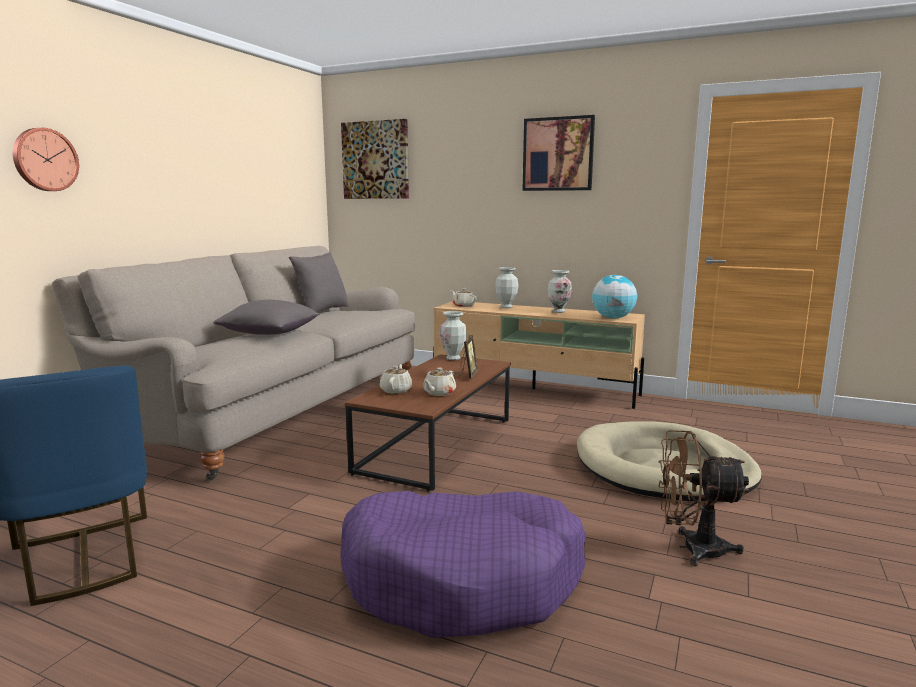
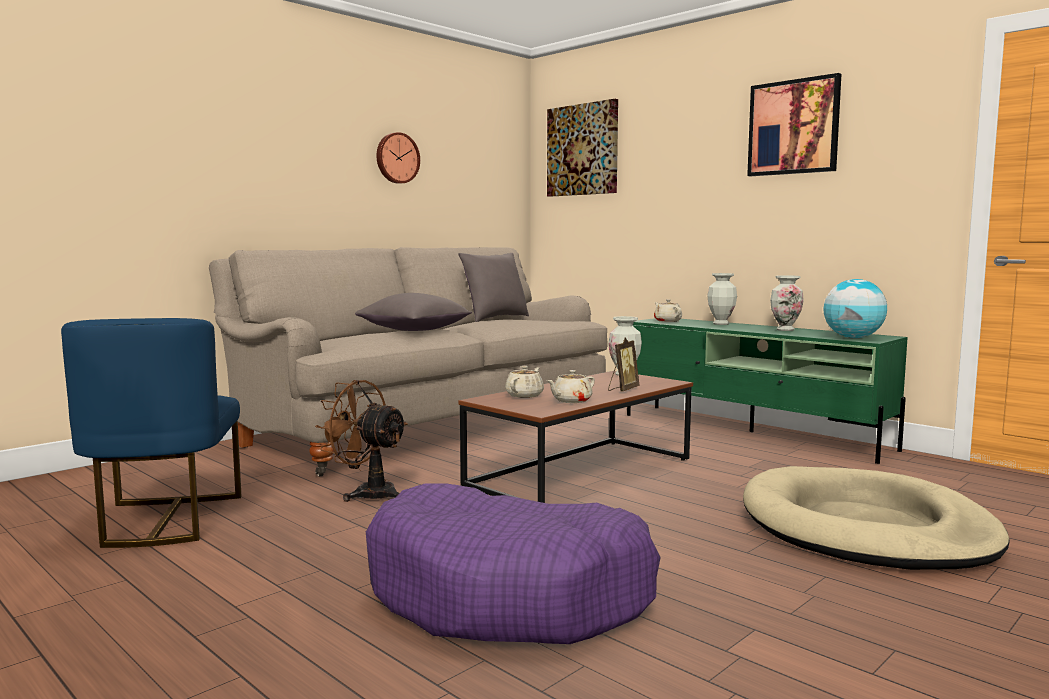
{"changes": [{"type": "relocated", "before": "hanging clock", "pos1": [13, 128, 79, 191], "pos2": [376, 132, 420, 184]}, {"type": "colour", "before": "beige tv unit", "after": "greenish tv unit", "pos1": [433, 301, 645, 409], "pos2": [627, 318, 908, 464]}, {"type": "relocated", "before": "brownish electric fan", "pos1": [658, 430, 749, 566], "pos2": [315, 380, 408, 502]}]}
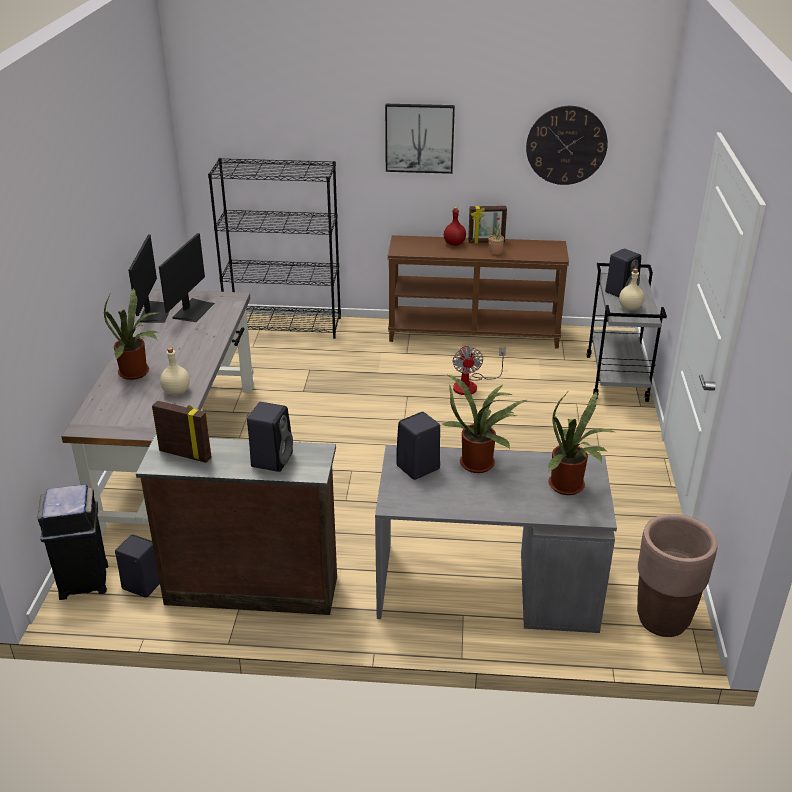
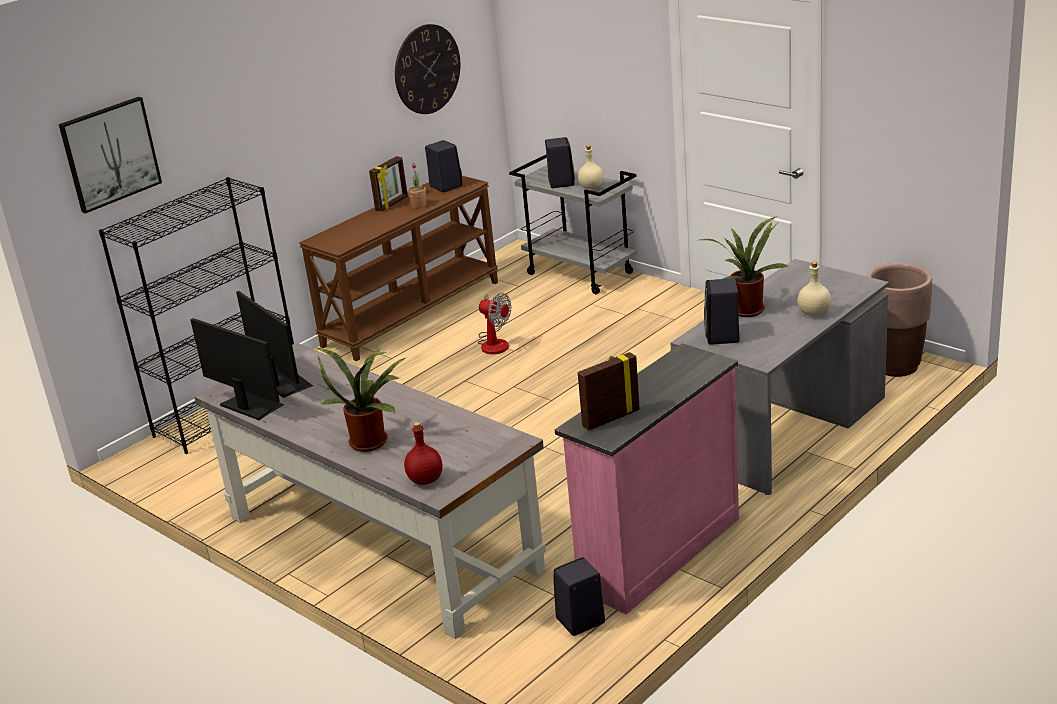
{"changes": [{"type": "missing", "before": "black-coloured trash can", "pos1": [37, 484, 108, 600]}, {"type": "colour", "before": "brownish drawer chest", "after": "pinkish drawer chest", "pos1": [136, 435, 337, 615], "pos2": [555, 343, 739, 615]}, {"type": "relocated", "before": "beige beverage bottle", "pos1": [160, 347, 190, 395], "pos2": [797, 261, 831, 317]}, {"type": "relocated", "before": "black-coloured loudspeaker", "pos1": [247, 402, 293, 472], "pos2": [425, 140, 463, 192]}, {"type": "relocated", "before": "wall picture", "pos1": [385, 104, 455, 174], "pos2": [59, 97, 162, 214]}, {"type": "relocated", "before": "reddish beverage bottle", "pos1": [444, 207, 466, 246], "pos2": [404, 422, 442, 485]}, {"type": "missing", "before": "plant in a pot", "pos1": [548, 392, 617, 495]}]}
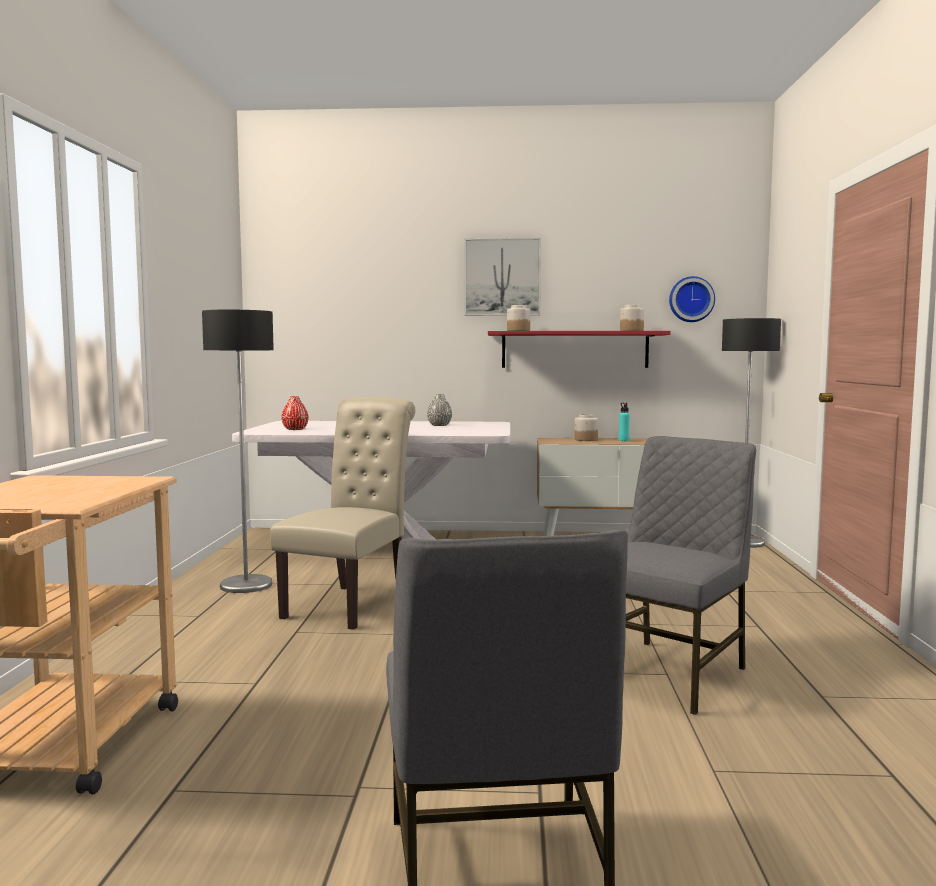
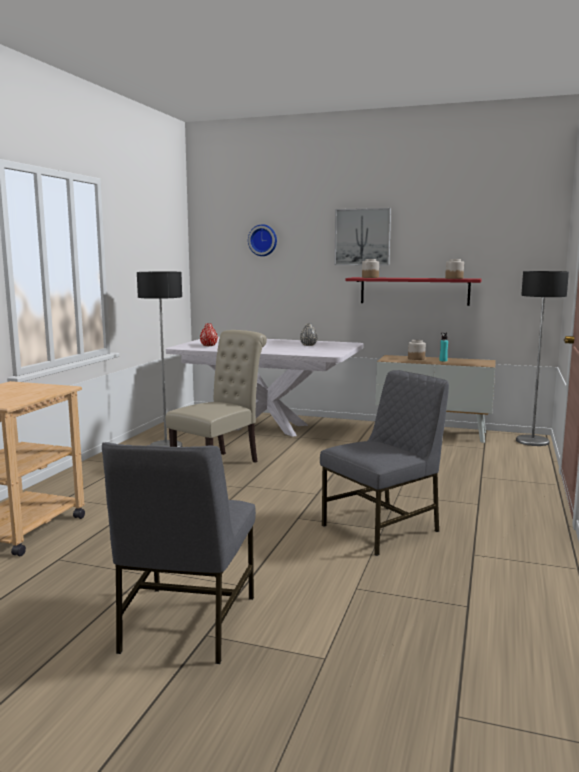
{"changes": [{"type": "relocated", "before": "hanging clock", "pos1": [669, 276, 715, 322], "pos2": [248, 224, 277, 256]}]}
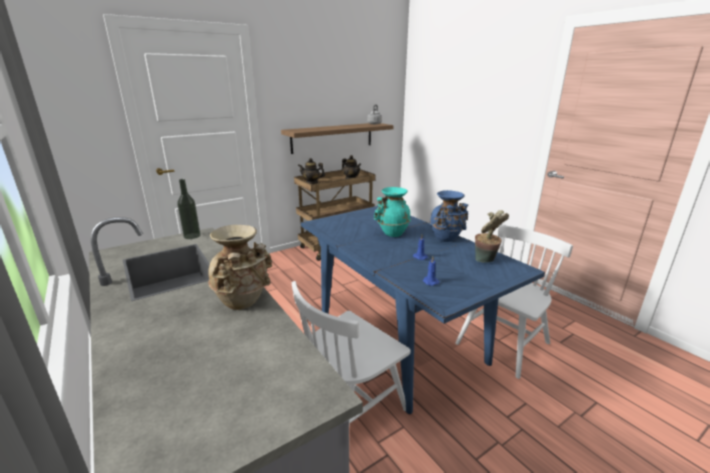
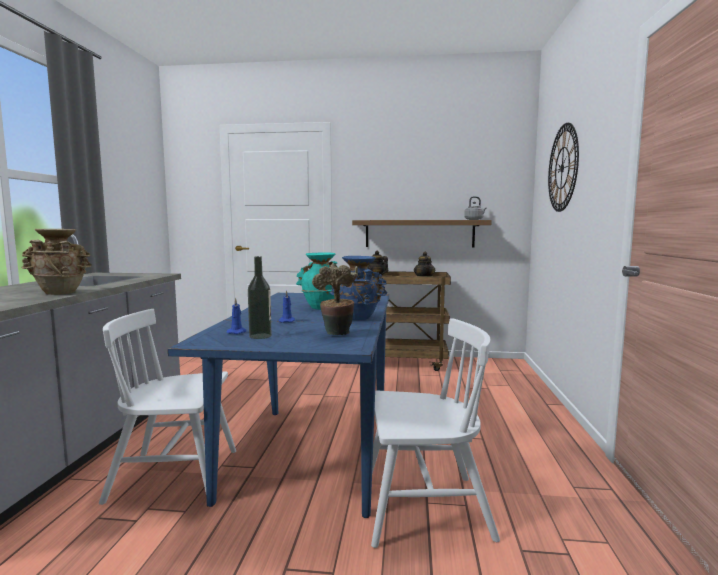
{"changes": [{"type": "relocated", "before": "beverage bottle", "pos1": [177, 179, 201, 239], "pos2": [248, 256, 272, 339]}, {"type": "appeared", "after": "hanging clock", "pos2": [548, 123, 579, 212]}]}
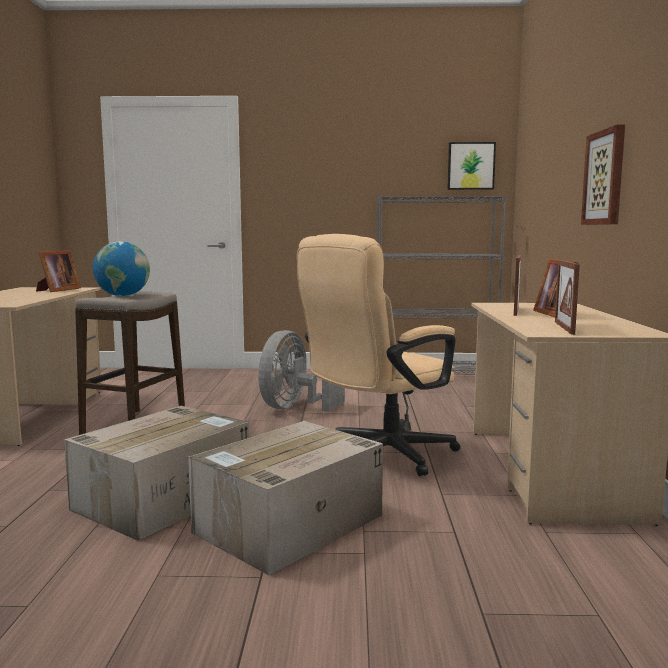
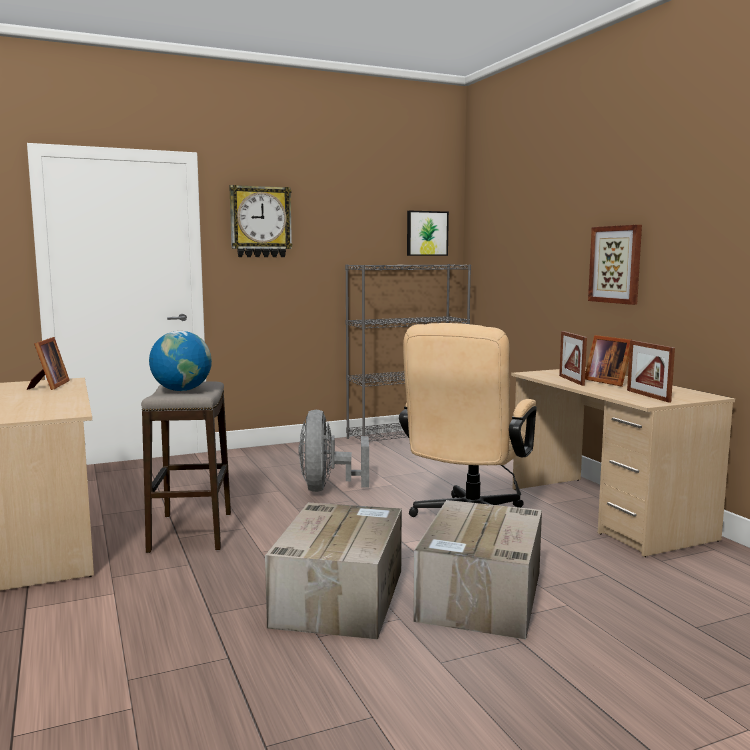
{"changes": [{"type": "appeared", "after": "hanging clock", "pos2": [229, 185, 293, 257]}]}
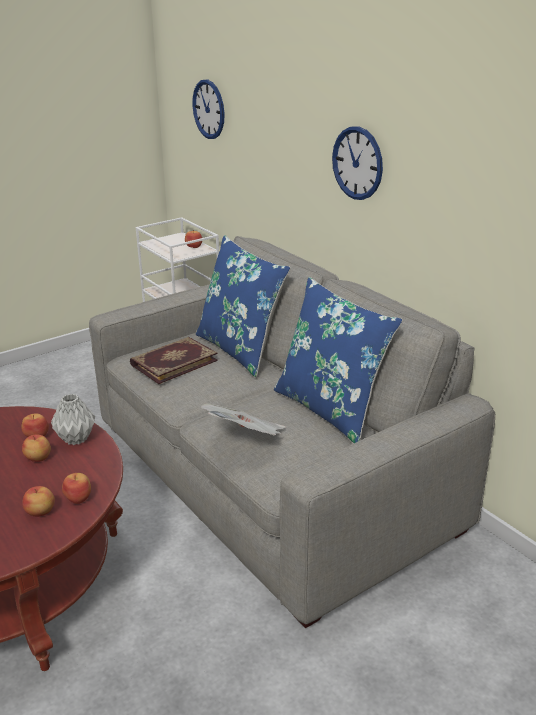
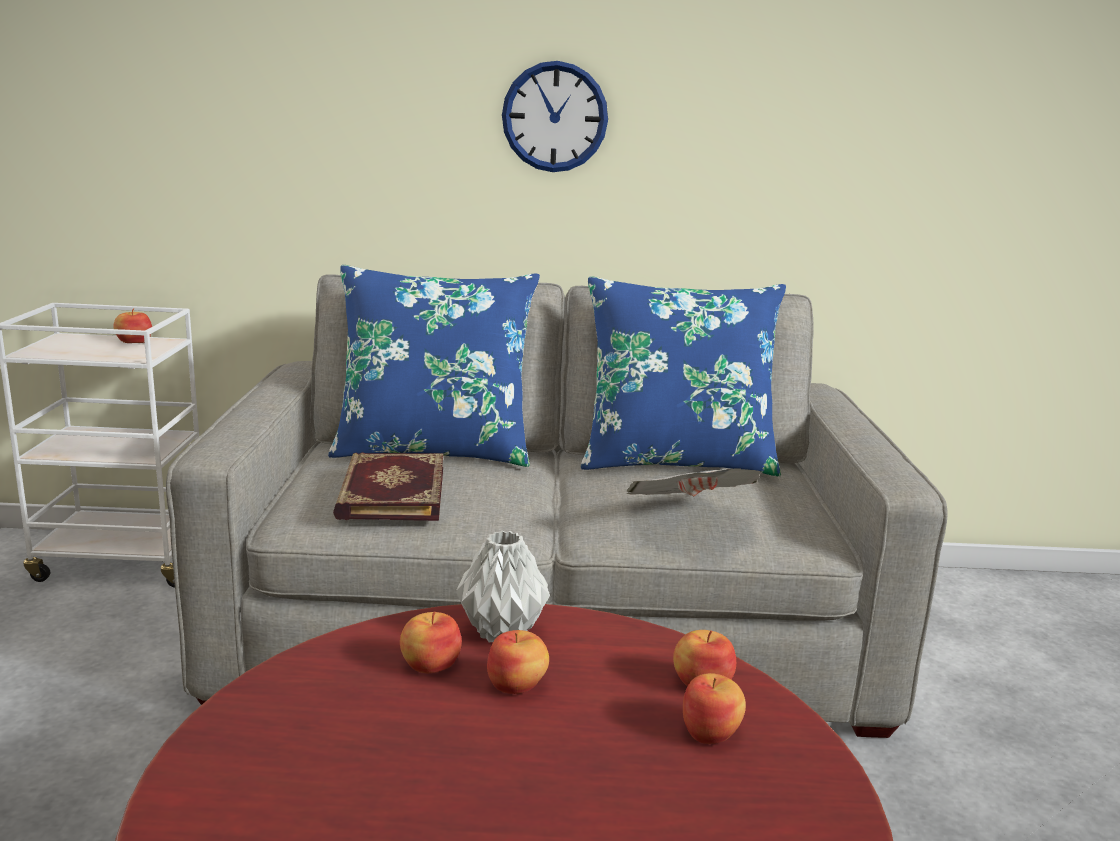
{"changes": [{"type": "missing", "before": "hanging clock", "pos1": [192, 79, 225, 139]}]}
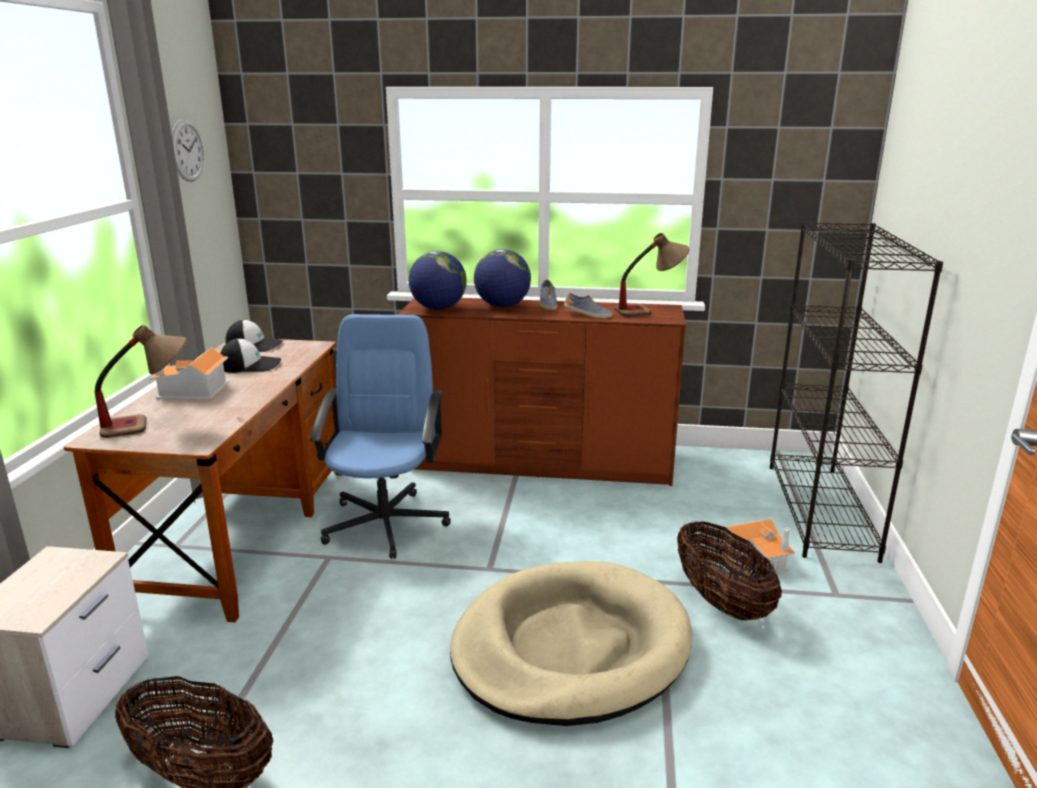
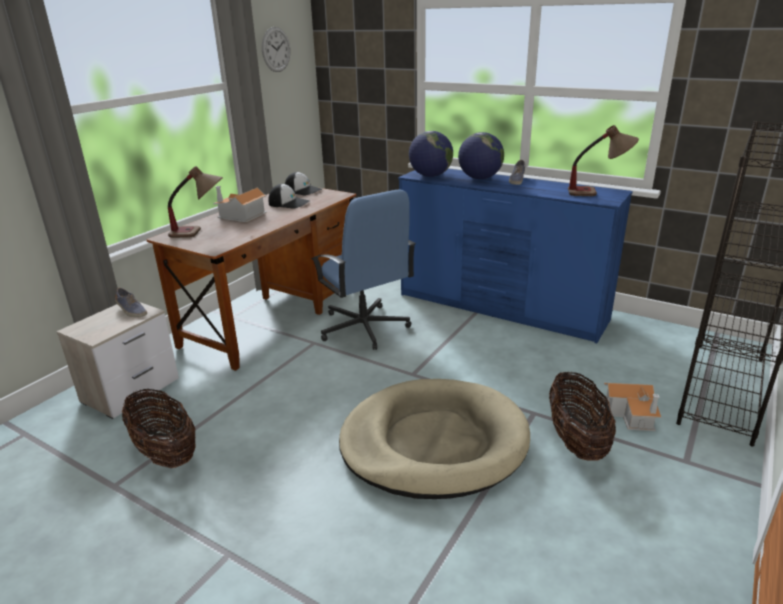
{"changes": [{"type": "spun", "before": "blue desk chair", "pos1": [310, 314, 451, 559], "pos2": [311, 189, 416, 350], "turn": 120}, {"type": "colour", "before": "brownish drawer chest", "after": "blue drawer chest", "pos1": [398, 298, 686, 486], "pos2": [398, 169, 633, 343]}, {"type": "relocated", "before": "item of footwear", "pos1": [564, 293, 613, 318], "pos2": [115, 288, 147, 318]}]}
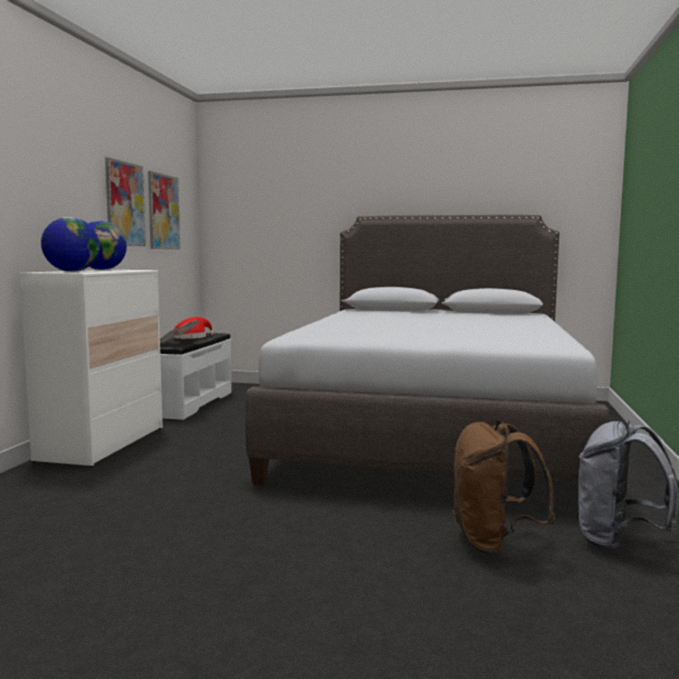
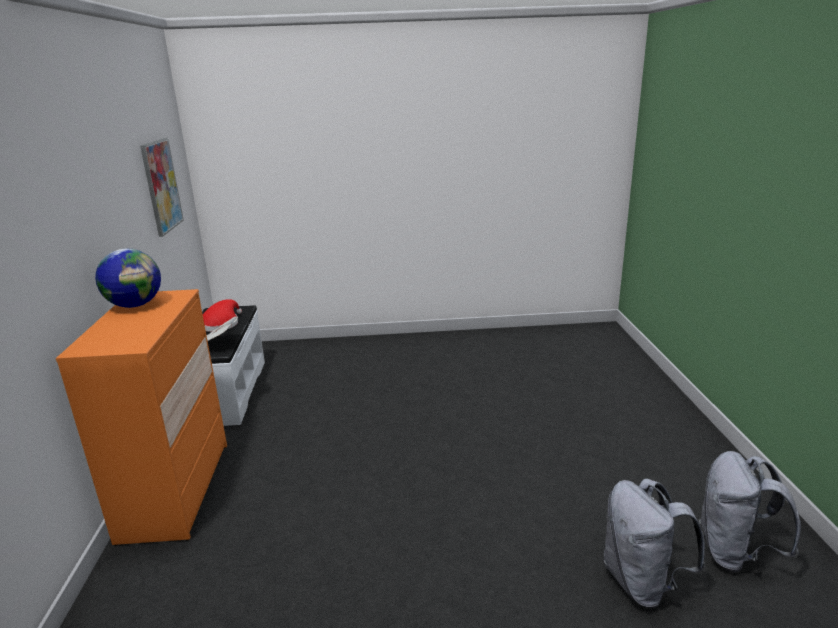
{"changes": [{"type": "colour", "before": "whitish drawer chest", "after": "orangey drawer chest", "pos1": [19, 270, 163, 467], "pos2": [56, 289, 227, 546]}, {"type": "missing", "before": "world globe", "pos1": [41, 217, 100, 272]}, {"type": "missing", "before": "wall picture", "pos1": [105, 157, 146, 246]}, {"type": "missing", "before": "greyish bed", "pos1": [245, 215, 610, 485]}, {"type": "colour", "before": "brownish backpack", "after": "greyish backpack", "pos1": [452, 420, 555, 556], "pos2": [603, 478, 705, 608]}]}
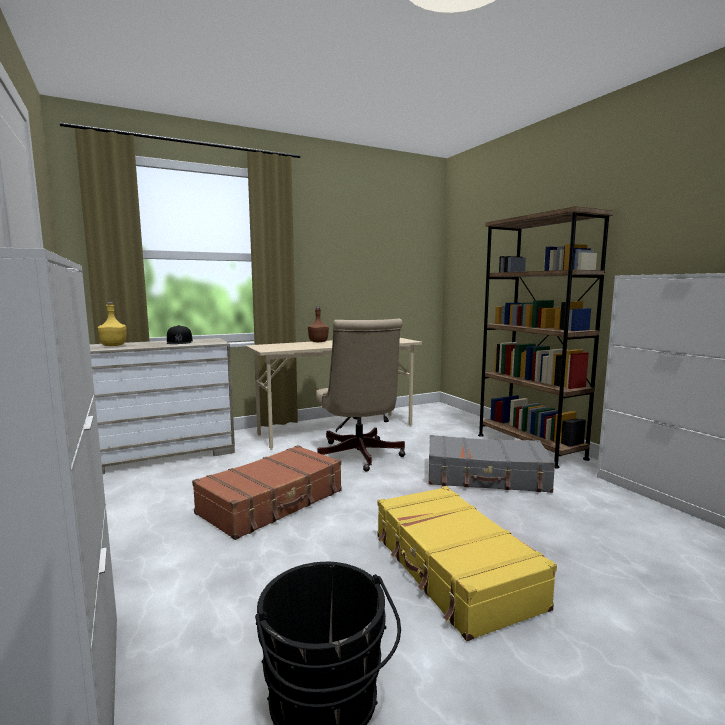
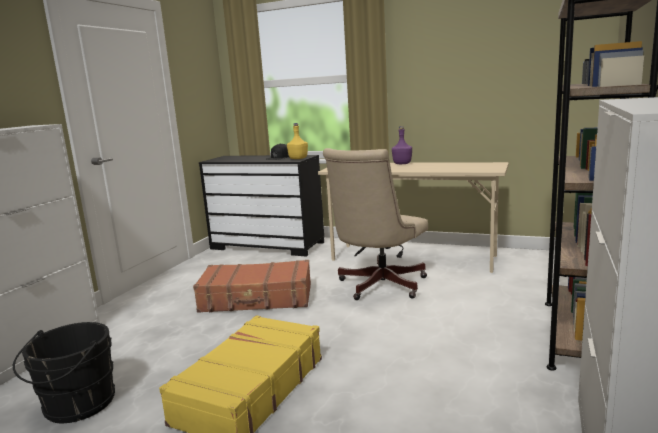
{"changes": [{"type": "colour", "before": "beige drawer chest", "after": "black-coloured drawer chest", "pos1": [90, 338, 235, 474], "pos2": [199, 155, 324, 257]}, {"type": "relocated", "before": "yellowish beverage bottle", "pos1": [98, 301, 127, 346], "pos2": [287, 123, 308, 159]}, {"type": "colour", "before": "brownish beverage bottle", "after": "purple beverage bottle", "pos1": [308, 306, 329, 342], "pos2": [392, 126, 412, 164]}, {"type": "missing", "before": "greyish piece of luggage", "pos1": [428, 435, 555, 493]}]}
